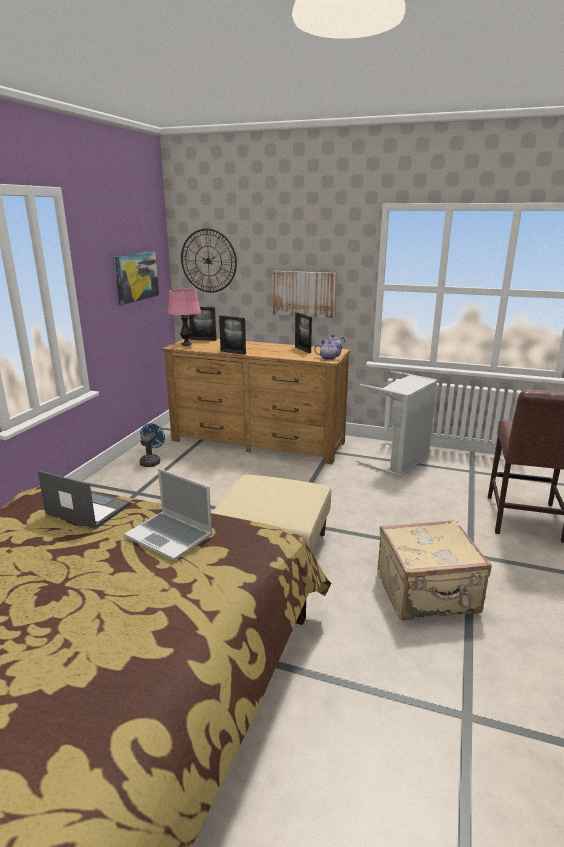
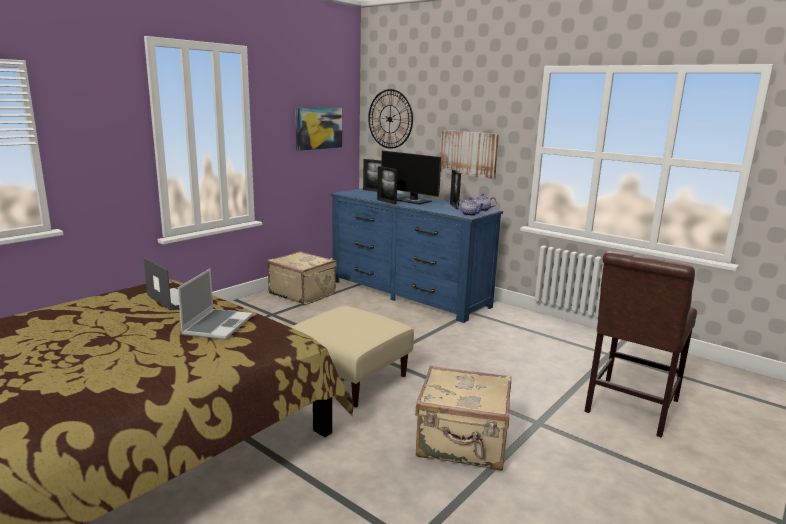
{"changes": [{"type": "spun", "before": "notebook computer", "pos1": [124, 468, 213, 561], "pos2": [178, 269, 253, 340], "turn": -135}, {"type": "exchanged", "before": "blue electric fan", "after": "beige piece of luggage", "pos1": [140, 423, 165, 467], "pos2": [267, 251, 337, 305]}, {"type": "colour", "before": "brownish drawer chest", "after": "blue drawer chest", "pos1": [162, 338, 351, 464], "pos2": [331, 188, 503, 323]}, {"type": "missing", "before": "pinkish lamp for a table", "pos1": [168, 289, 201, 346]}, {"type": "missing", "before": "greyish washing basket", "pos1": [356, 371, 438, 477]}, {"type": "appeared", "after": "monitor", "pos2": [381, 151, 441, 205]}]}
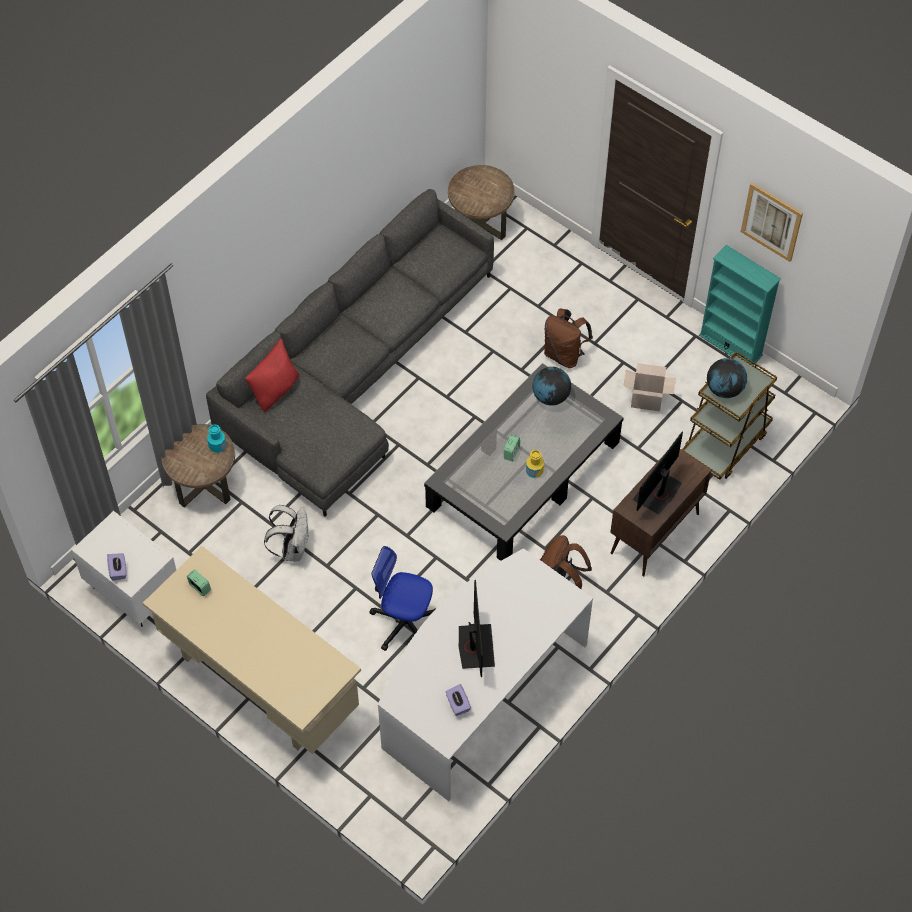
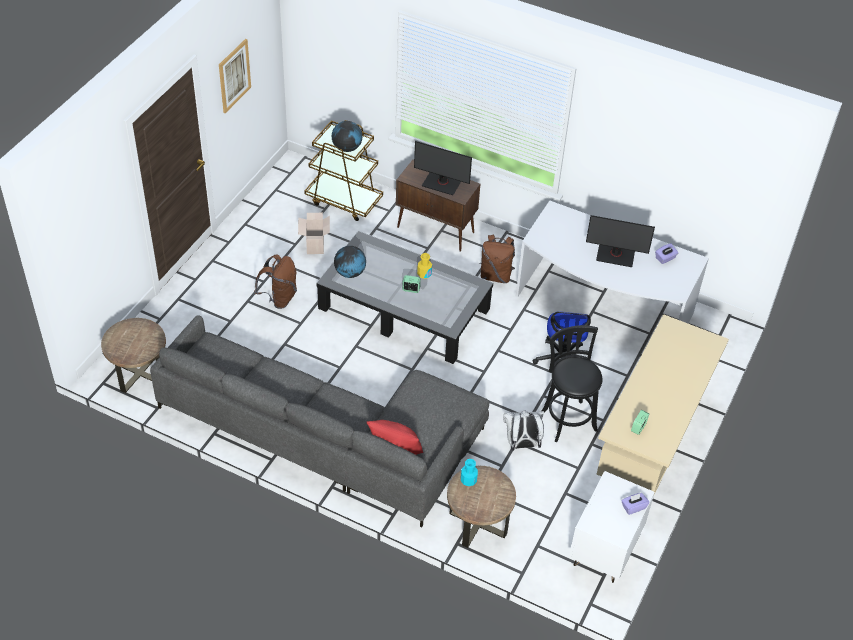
{"changes": [{"type": "spun", "before": "monitor", "pos1": [459, 580, 495, 677], "pos2": [586, 215, 655, 267], "turn": -150}, {"type": "missing", "before": "blue-green bookshelf", "pos1": [699, 245, 781, 365]}, {"type": "appeared", "after": "black-coloured stool seat", "pos2": [541, 325, 603, 442]}]}
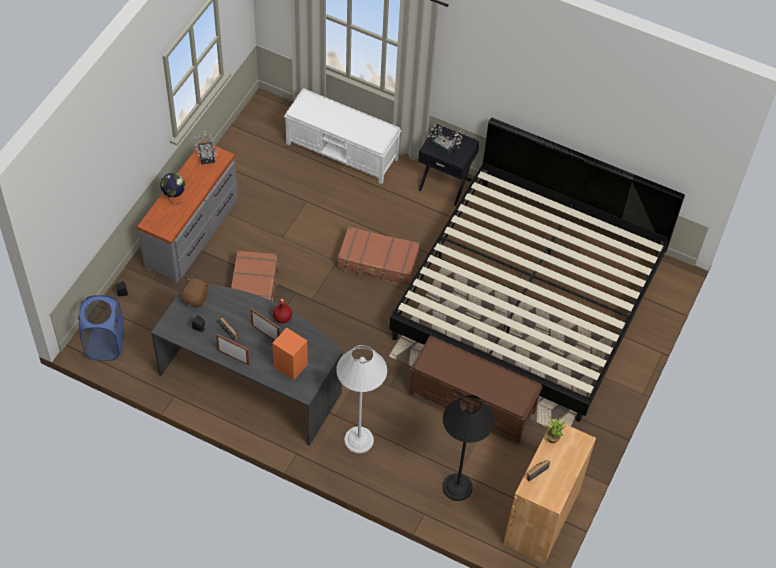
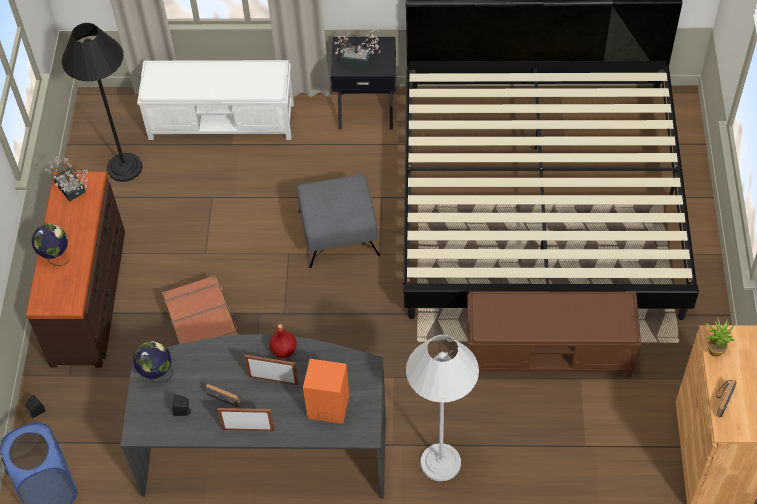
{"changes": [{"type": "colour", "before": "greyish drawer chest", "after": "brownish drawer chest", "pos1": [137, 141, 238, 283], "pos2": [26, 172, 125, 368]}, {"type": "exchanged", "before": "brownish cuddly toy", "after": "world globe", "pos1": [182, 278, 210, 307], "pos2": [133, 341, 173, 383]}, {"type": "exchanged", "before": "brownish piece of luggage", "after": "greyish footrest", "pos1": [337, 226, 420, 285], "pos2": [297, 174, 380, 268]}, {"type": "relocated", "before": "black-coloured standard lamp", "pos1": [443, 395, 495, 501], "pos2": [62, 23, 142, 182]}]}
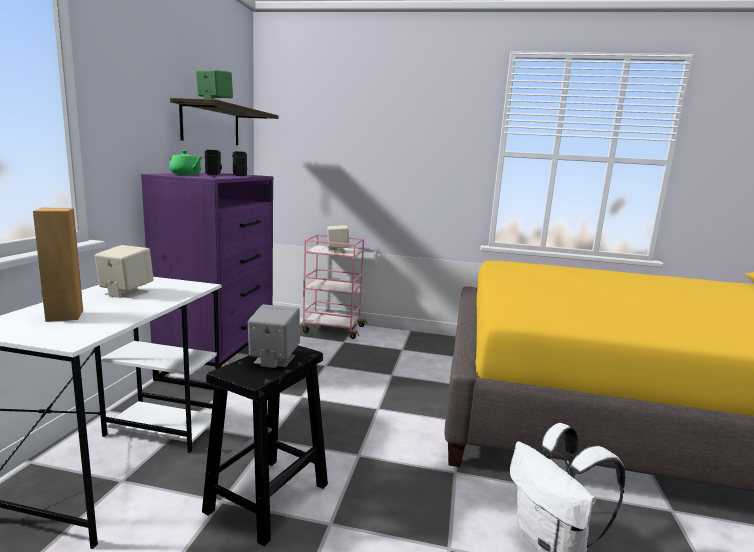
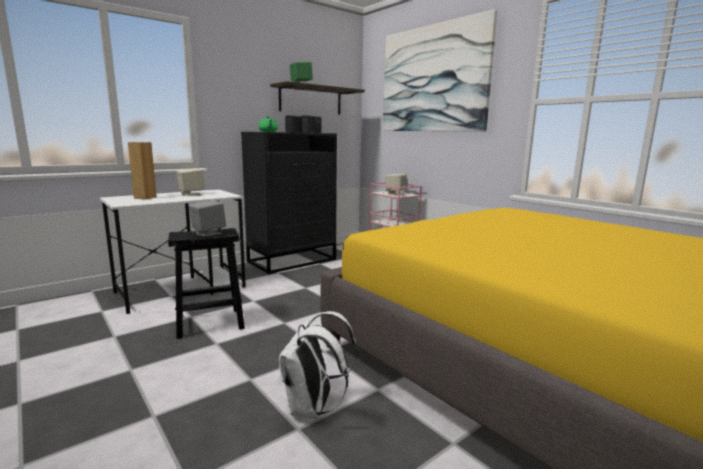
{"changes": [{"type": "colour", "before": "purple drawer chest", "after": "black-coloured drawer chest", "pos1": [141, 173, 273, 390], "pos2": [241, 132, 337, 274]}, {"type": "appeared", "after": "wall picture", "pos2": [383, 9, 498, 131]}]}
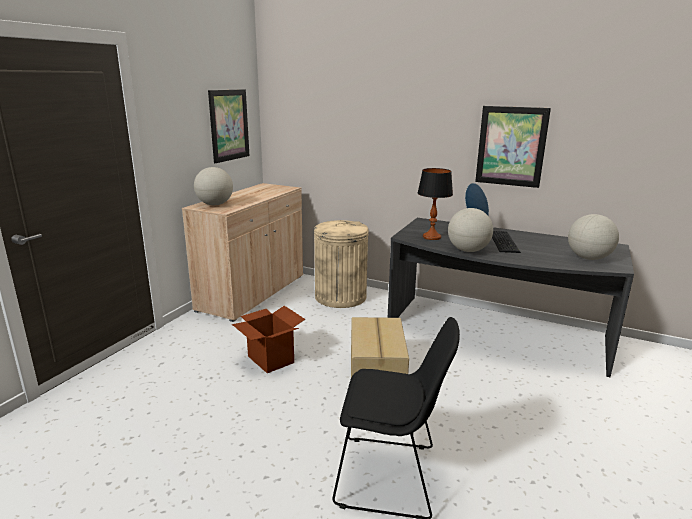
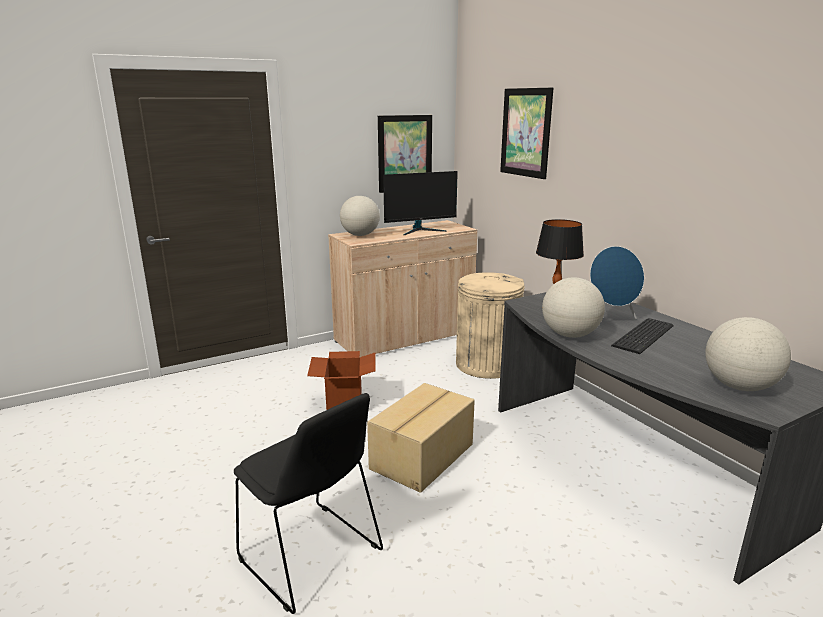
{"changes": [{"type": "relocated", "before": "wall picture", "pos1": [475, 106, 551, 188], "pos2": [500, 88, 553, 179]}, {"type": "appeared", "after": "monitor", "pos2": [383, 171, 458, 235]}]}
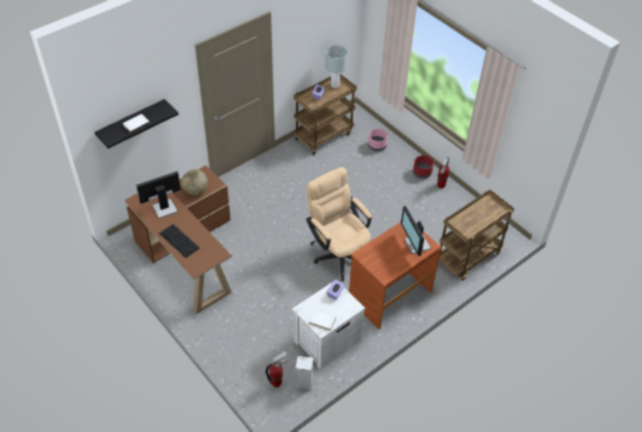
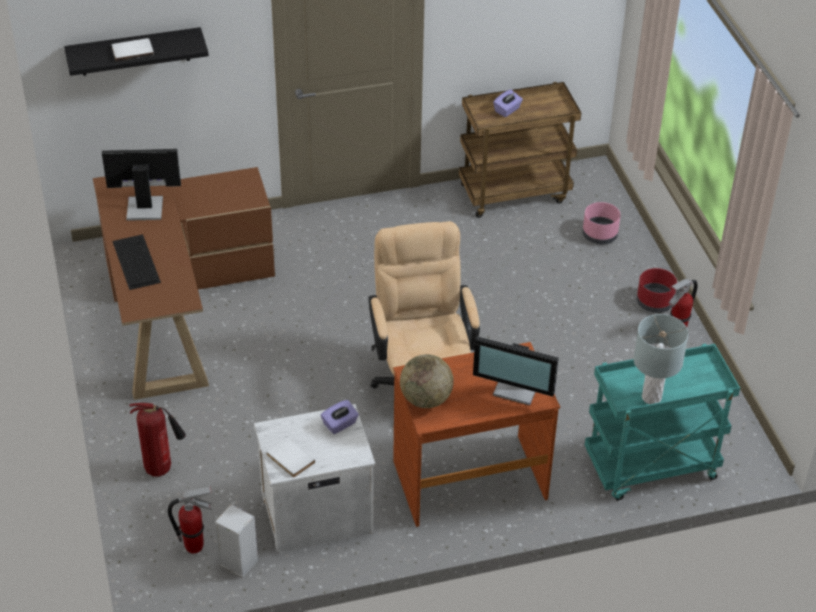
{"changes": [{"type": "relocated", "before": "world globe", "pos1": [182, 169, 208, 196], "pos2": [400, 354, 454, 408]}, {"type": "relocated", "before": "greyish lamp for a table", "pos1": [325, 45, 348, 88], "pos2": [633, 314, 689, 404]}, {"type": "spun", "before": "monitor", "pos1": [401, 206, 431, 256], "pos2": [473, 336, 559, 405], "turn": -75}, {"type": "colour", "before": "brownish wheeled cart", "after": "blue-green wheeled cart", "pos1": [439, 190, 514, 280], "pos2": [585, 344, 740, 500]}, {"type": "appeared", "after": "fire extinguisher", "pos2": [129, 401, 186, 477]}]}
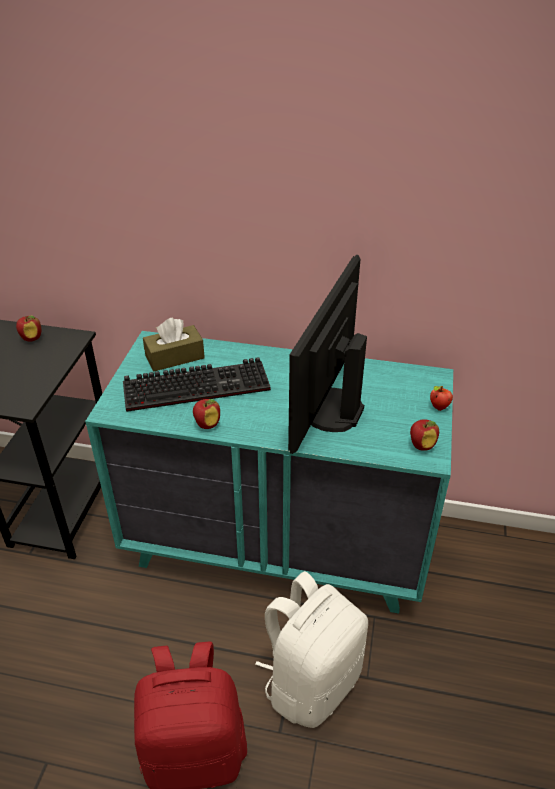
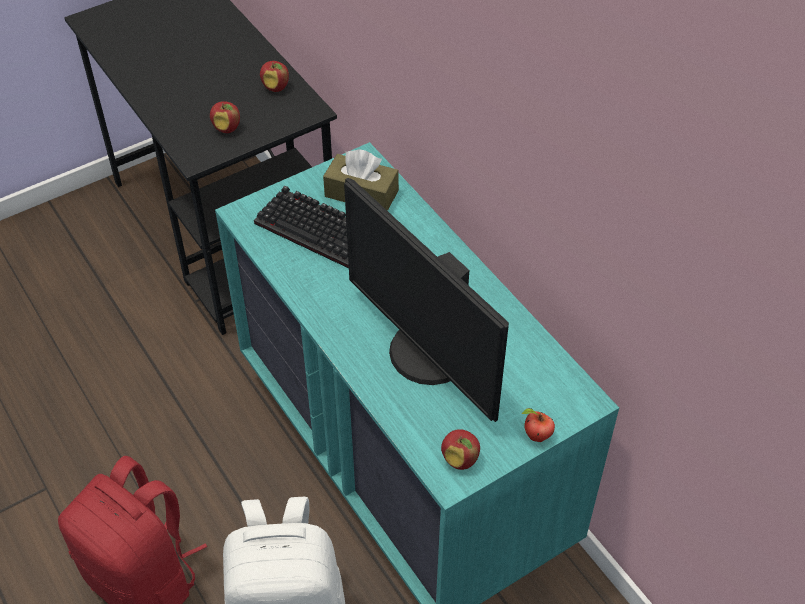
{"changes": [{"type": "relocated", "before": "apple fruit", "pos1": [193, 399, 220, 429], "pos2": [210, 101, 240, 133]}, {"type": "spun", "before": "monitor", "pos1": [288, 255, 367, 454], "pos2": [344, 178, 509, 422], "turn": -105}]}
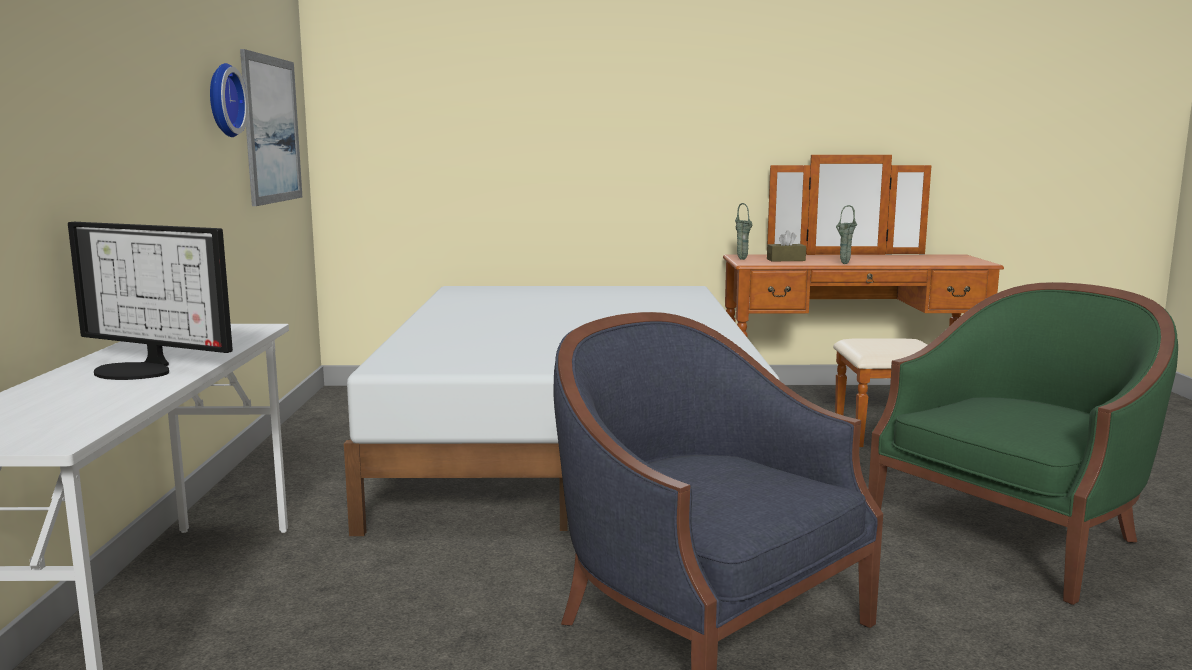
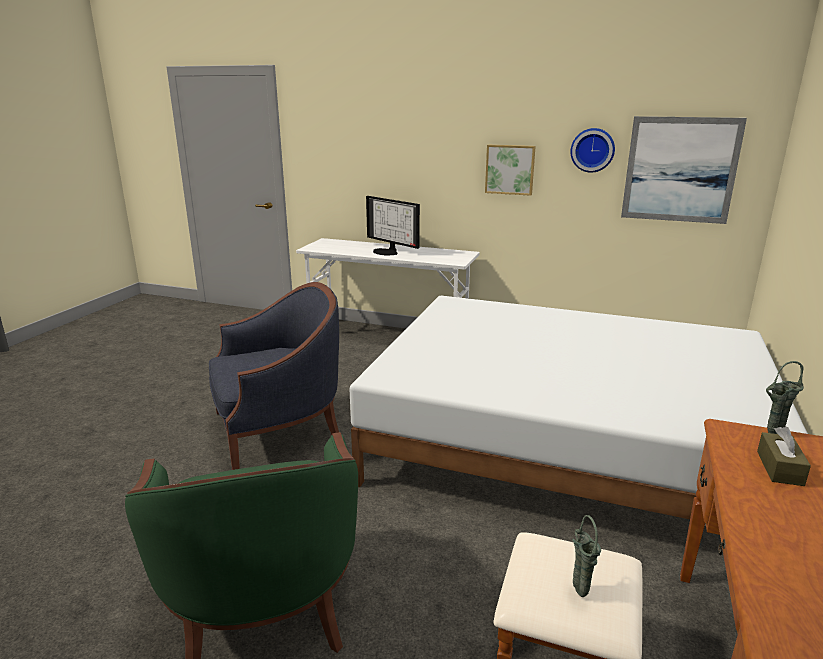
{"changes": [{"type": "spun", "before": "monitor", "pos1": [68, 222, 233, 380], "pos2": [366, 196, 420, 255], "turn": -90}, {"type": "relocated", "before": "greenish flower vase", "pos1": [836, 205, 857, 264], "pos2": [572, 515, 601, 597]}, {"type": "appeared", "after": "wall picture", "pos2": [485, 145, 536, 196]}]}
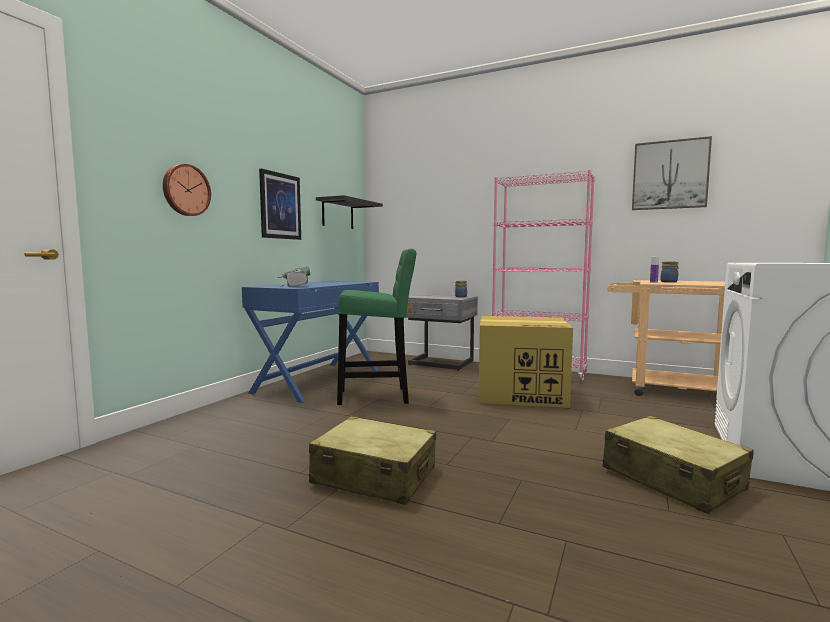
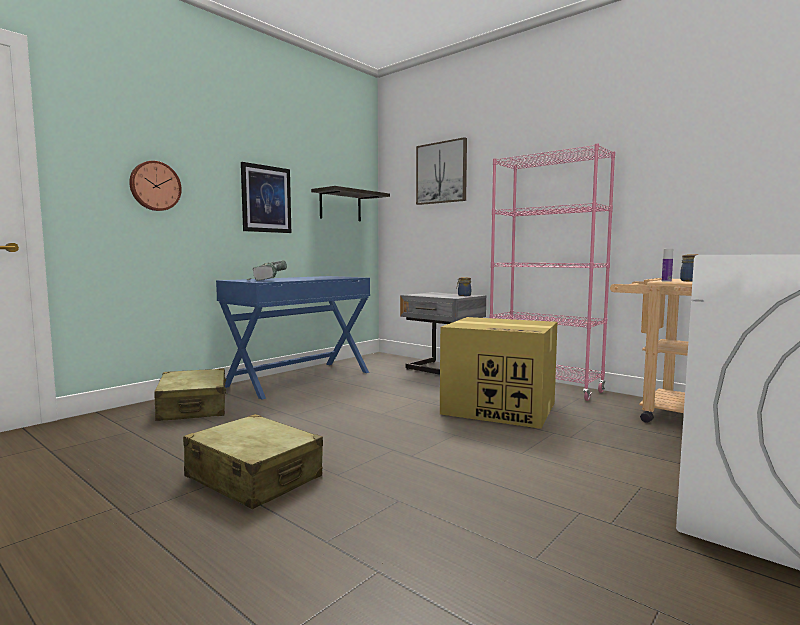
{"changes": [{"type": "missing", "before": "greenish stool seat", "pos1": [337, 249, 416, 405]}, {"type": "relocated", "before": "beige piece of luggage", "pos1": [603, 416, 754, 514], "pos2": [154, 368, 228, 421]}, {"type": "relocated", "before": "wall picture", "pos1": [632, 136, 712, 210], "pos2": [416, 137, 467, 205]}]}
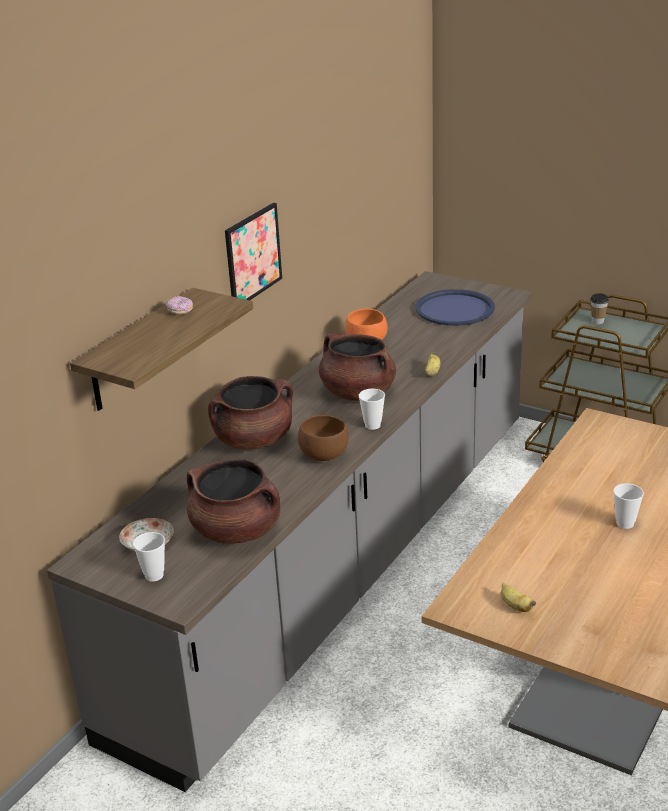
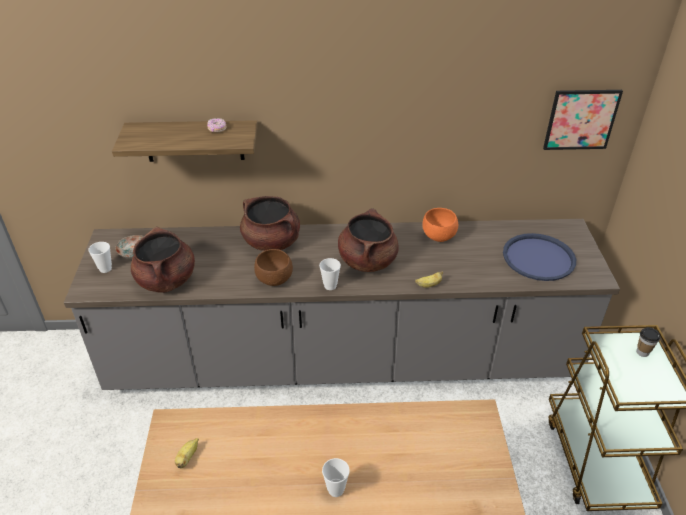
{"changes": [{"type": "relocated", "before": "wall picture", "pos1": [225, 203, 282, 300], "pos2": [543, 90, 623, 150]}]}
